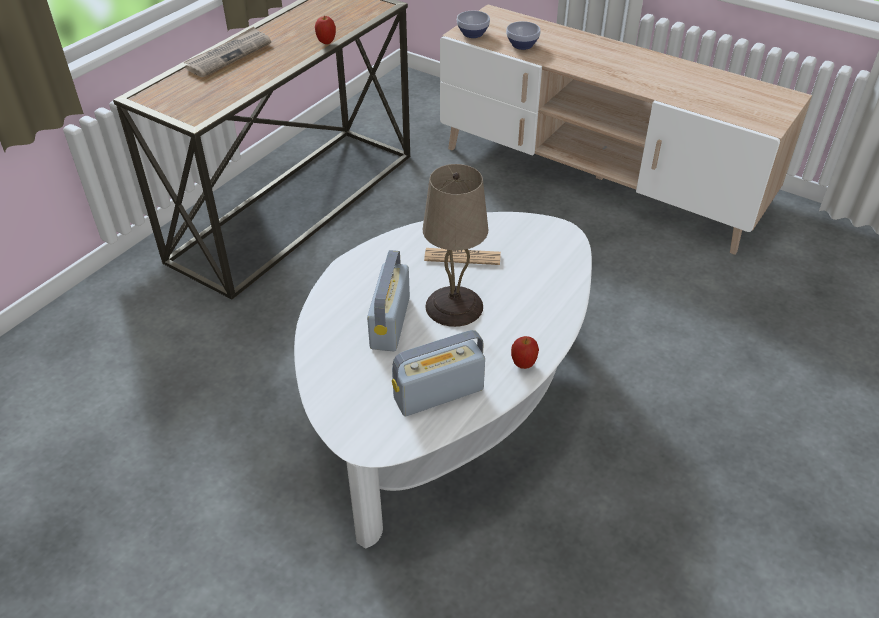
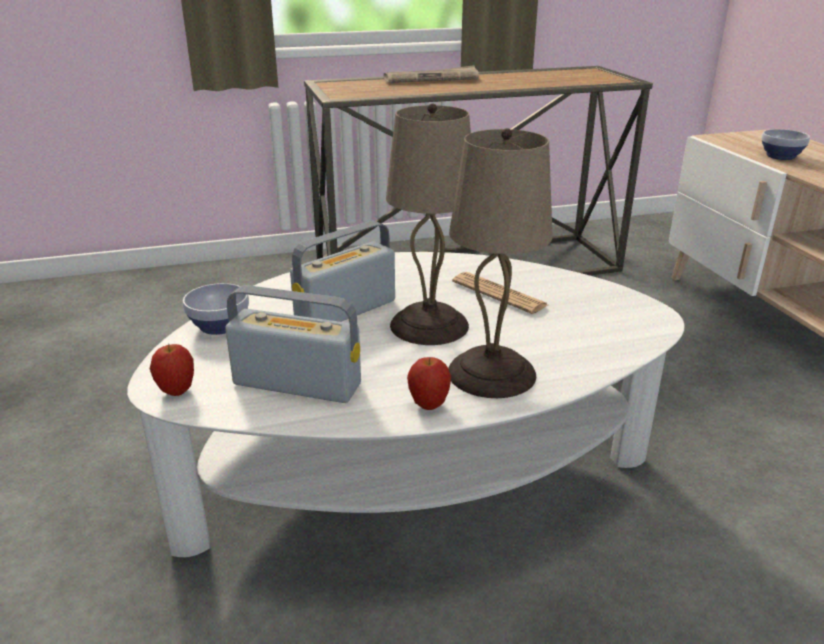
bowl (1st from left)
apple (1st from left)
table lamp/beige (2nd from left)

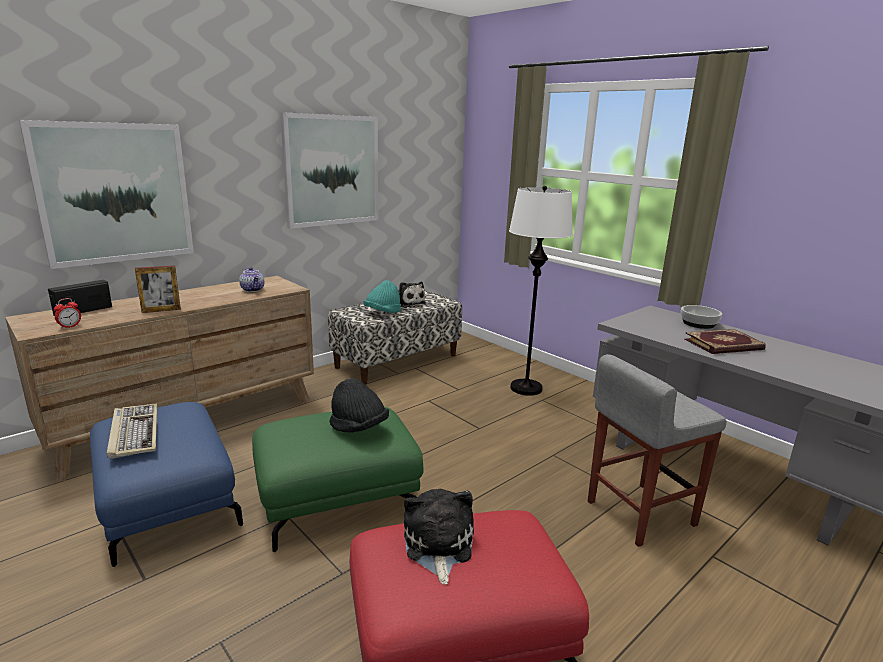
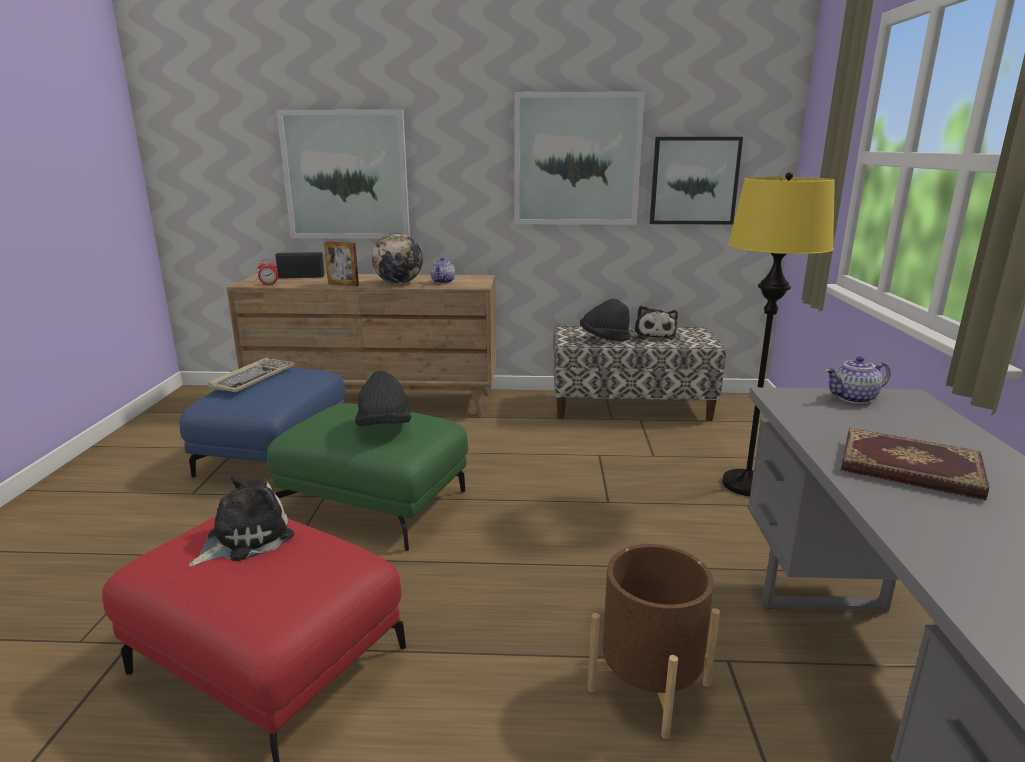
floor lamp/yellow
hat/black (2nd from left)
bowl
planter/brown
picture (3rd from left)
globe
teapot (2nd from left)

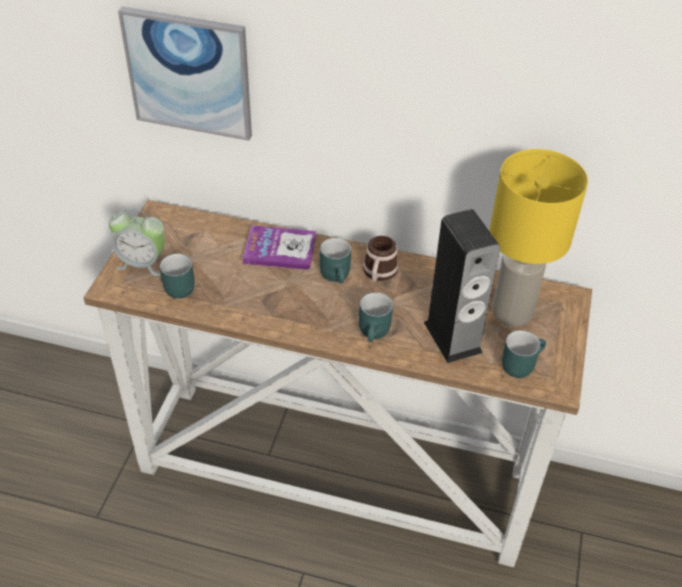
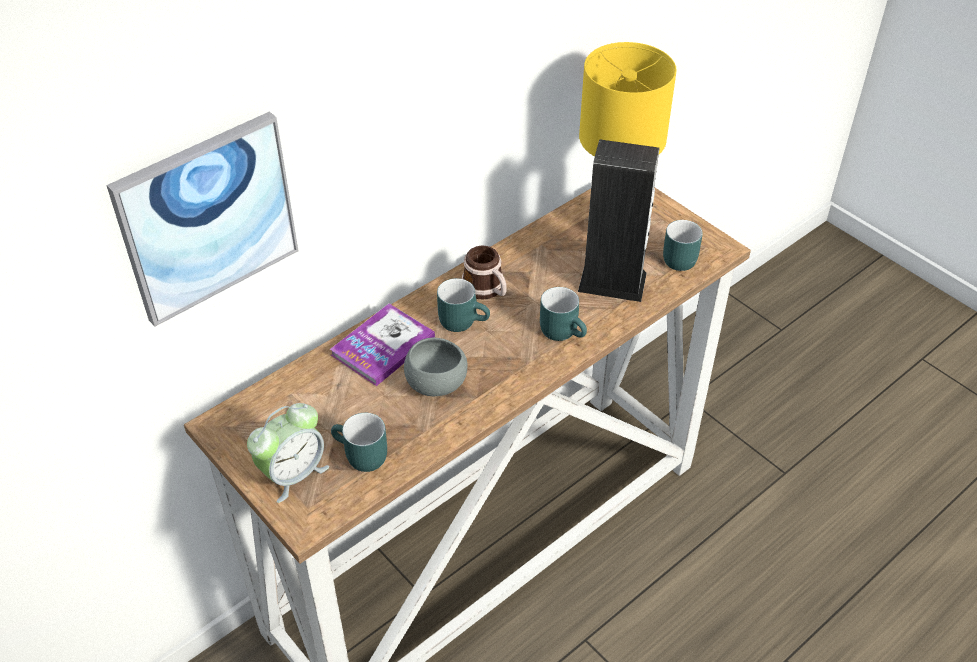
bowl/grey

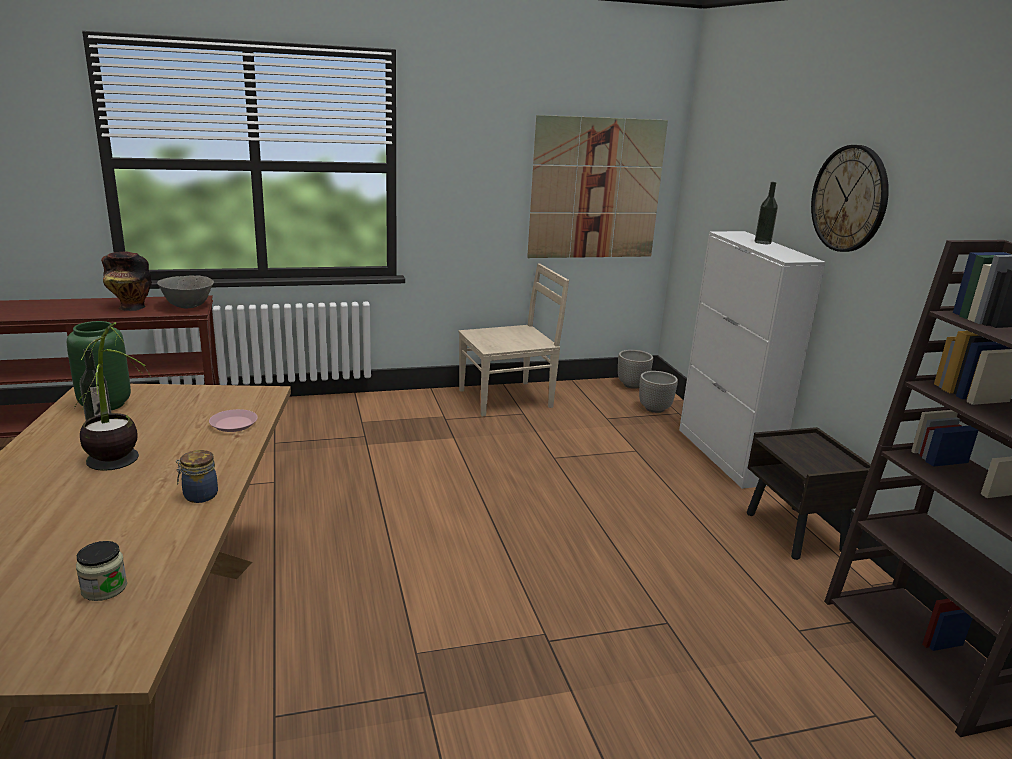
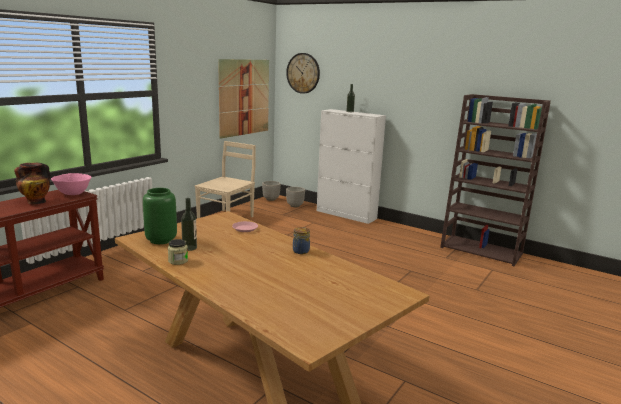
wall clock
bowl/pink
potted plant
nightstand/brown
jar (1st from left)

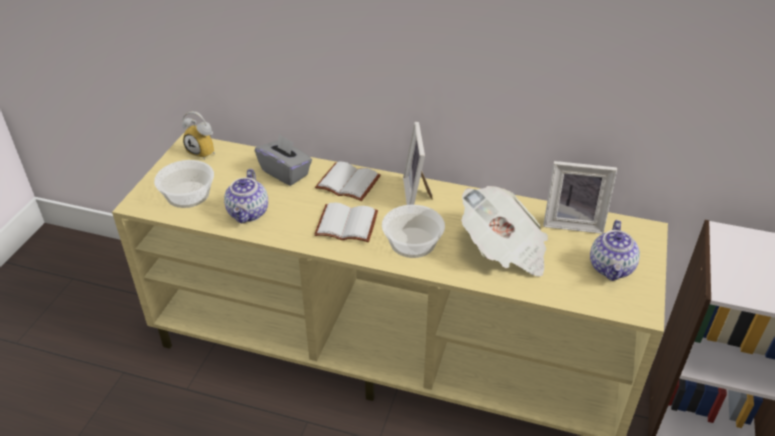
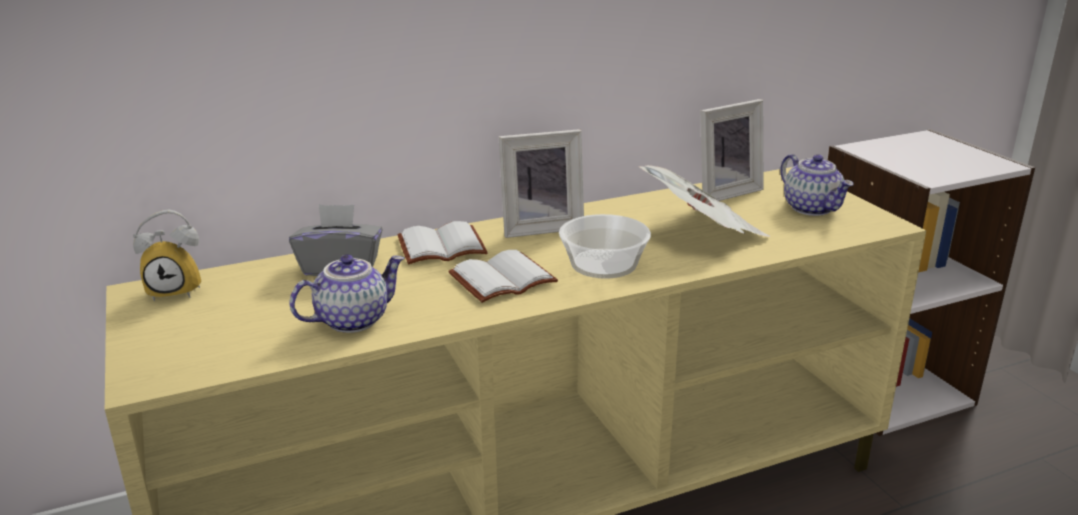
picture frame (1st from left)
bowl (1st from left in the first image)
teapot (1st from left)

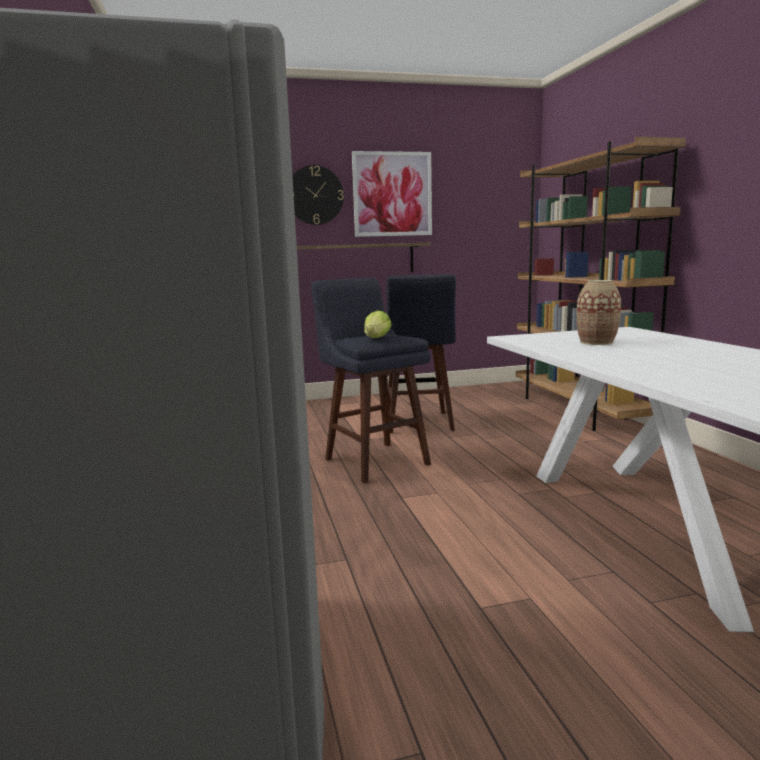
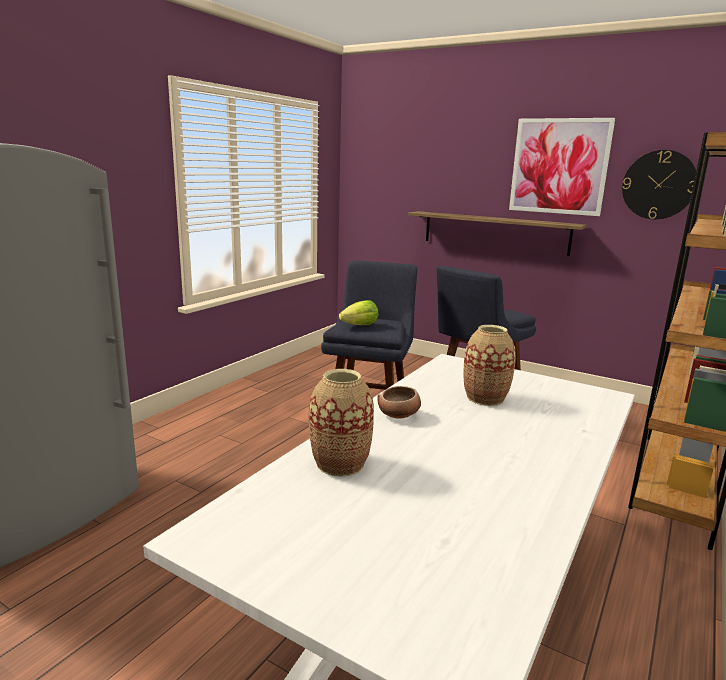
wall clock
vase (1st from left)
bowl

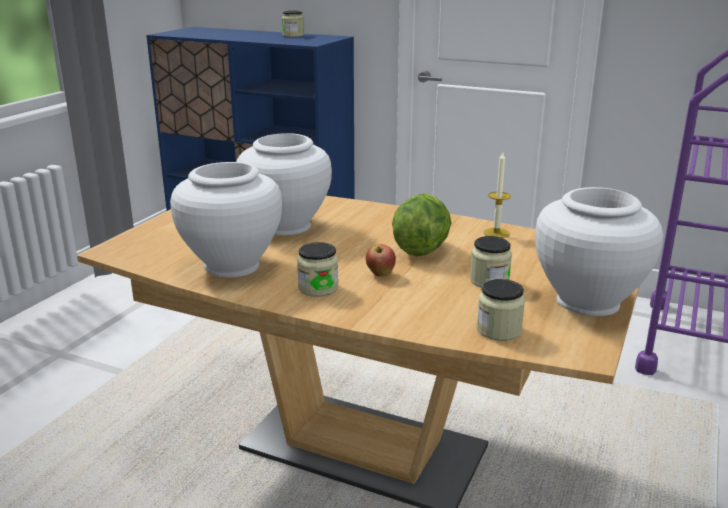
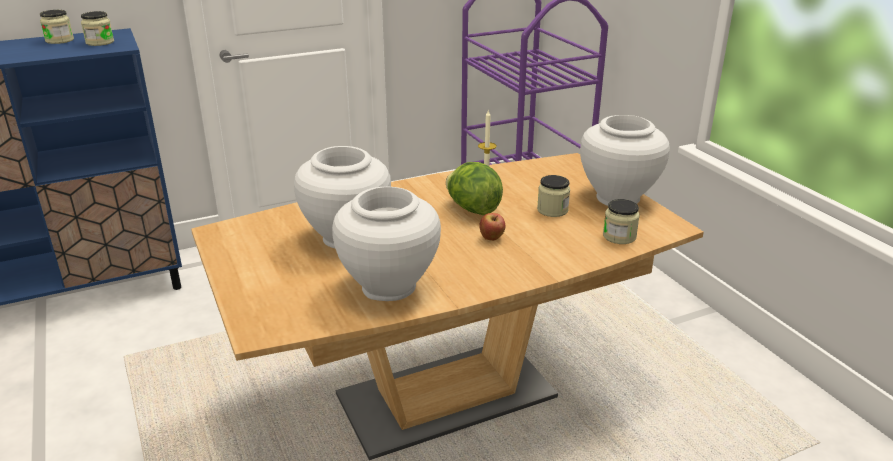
jar (2nd from left)

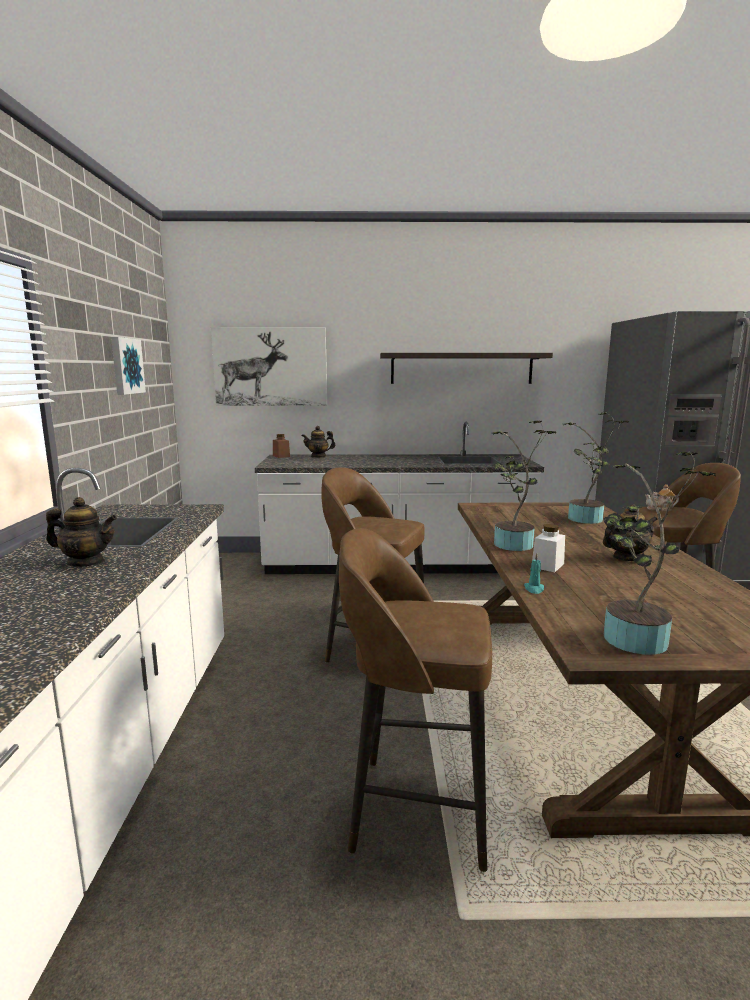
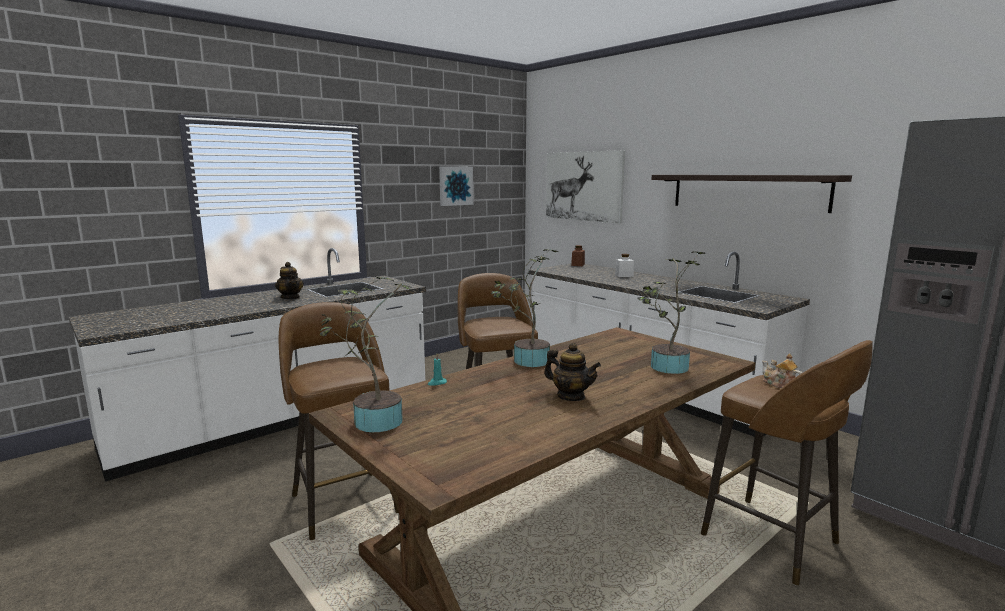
teapot (2nd from left in the first image)
jar/white

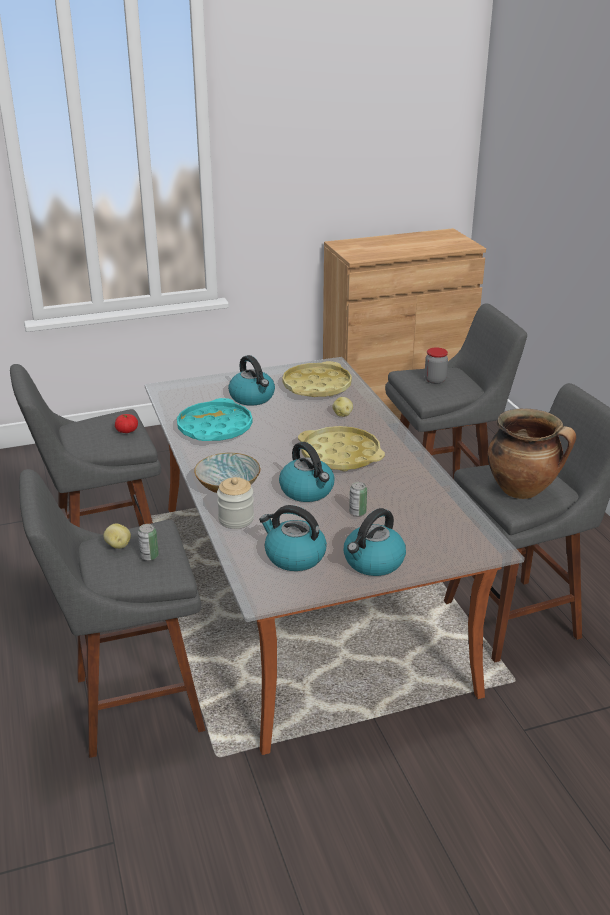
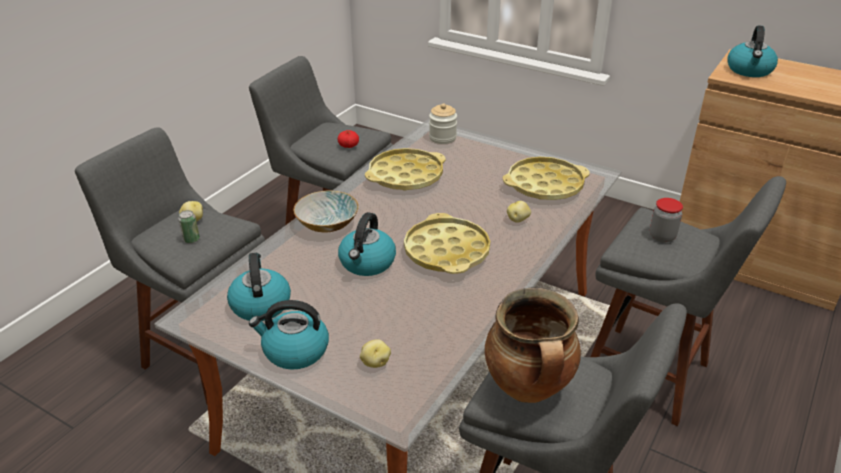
kettle (4th from left)
tray/yellow (1st from left)
jar (1st from left)
can (2nd from left in the first image)
potato (2nd from left)

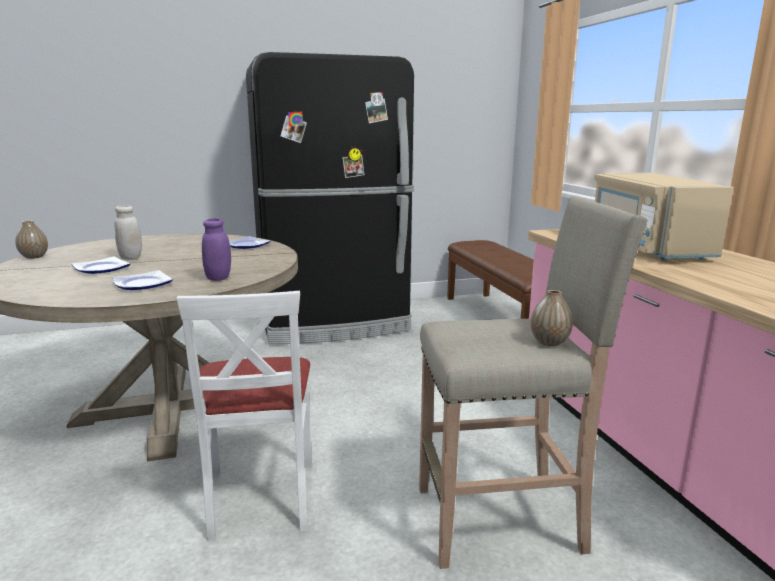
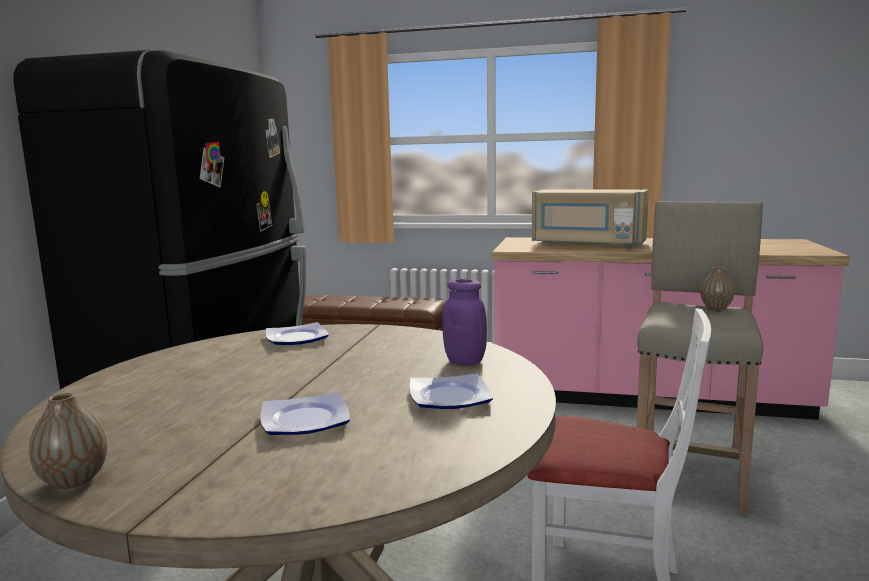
jar/white

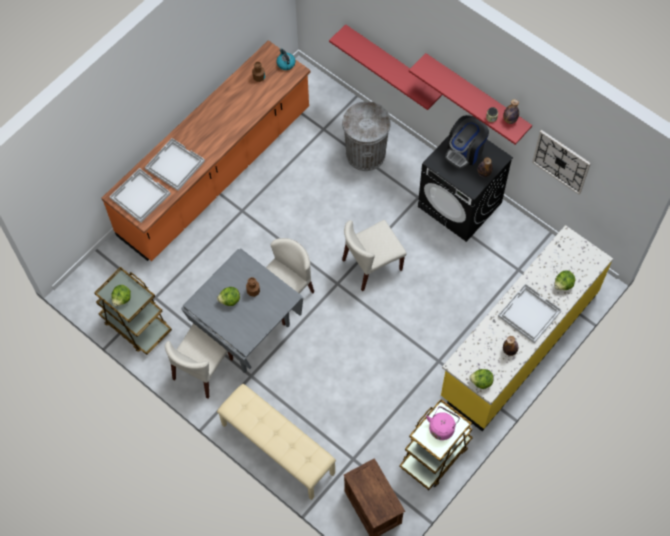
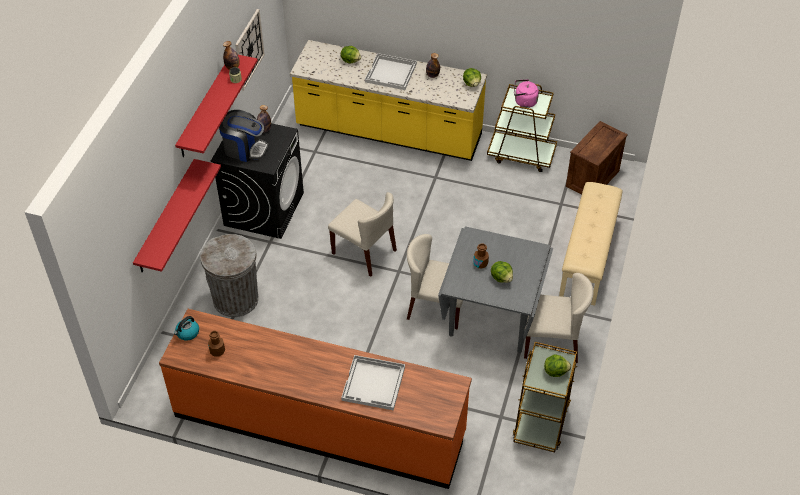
tray/white (1st from left in the first image)

